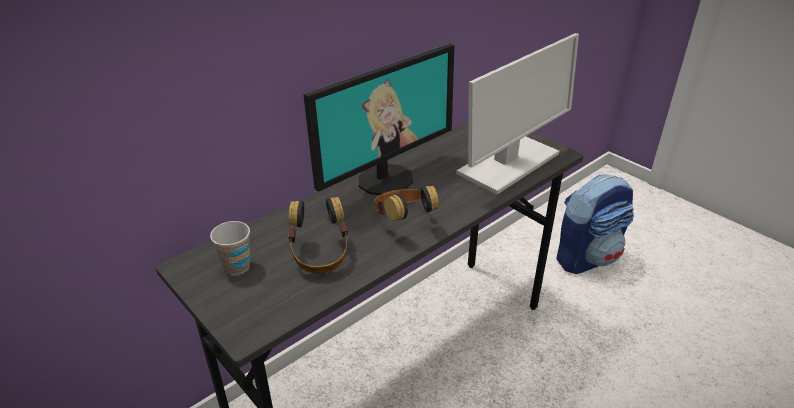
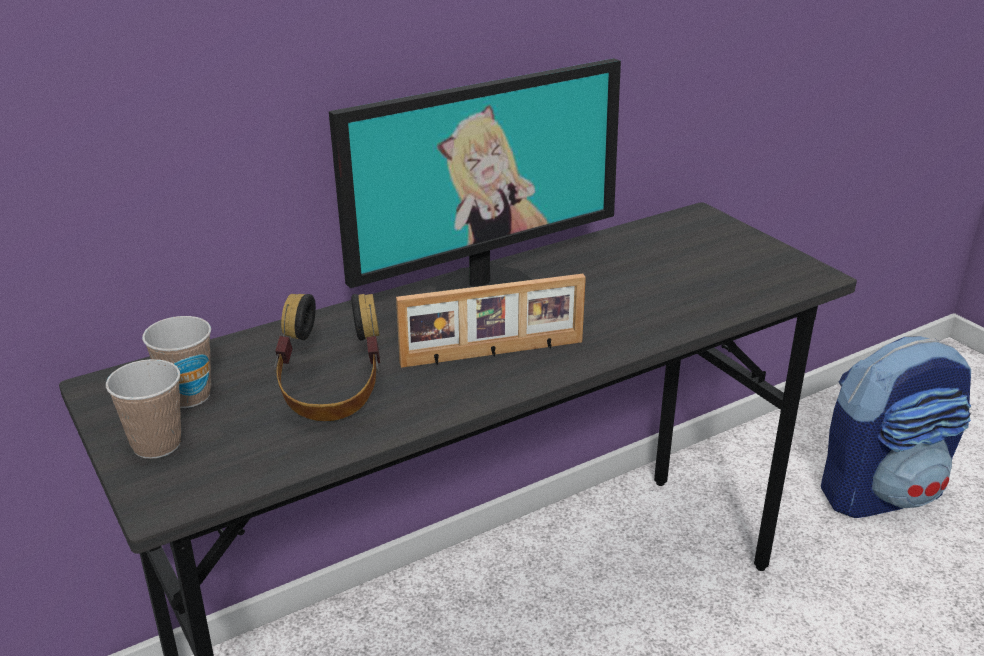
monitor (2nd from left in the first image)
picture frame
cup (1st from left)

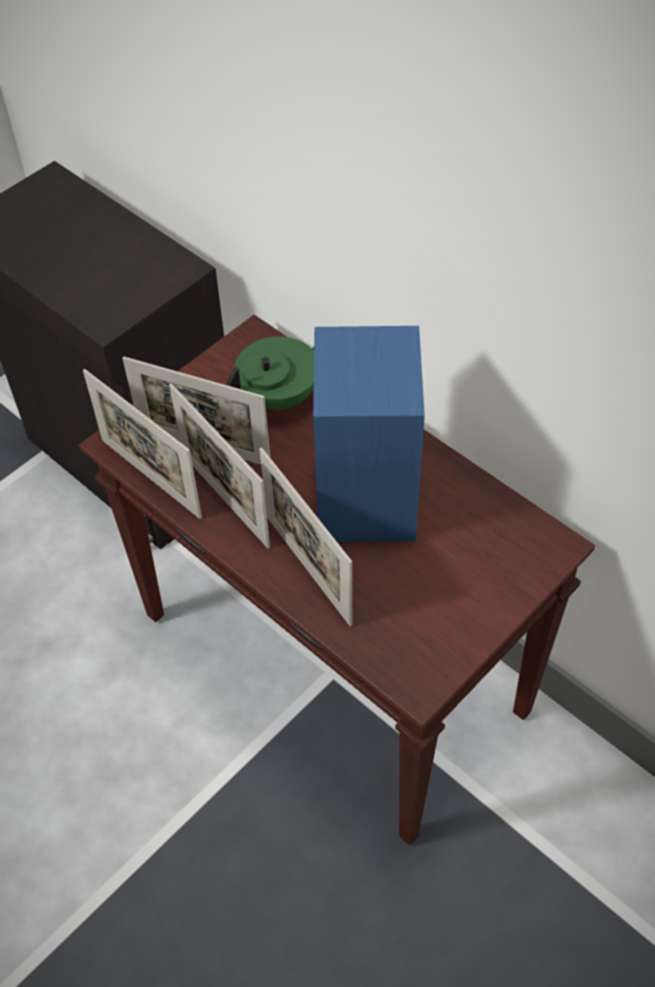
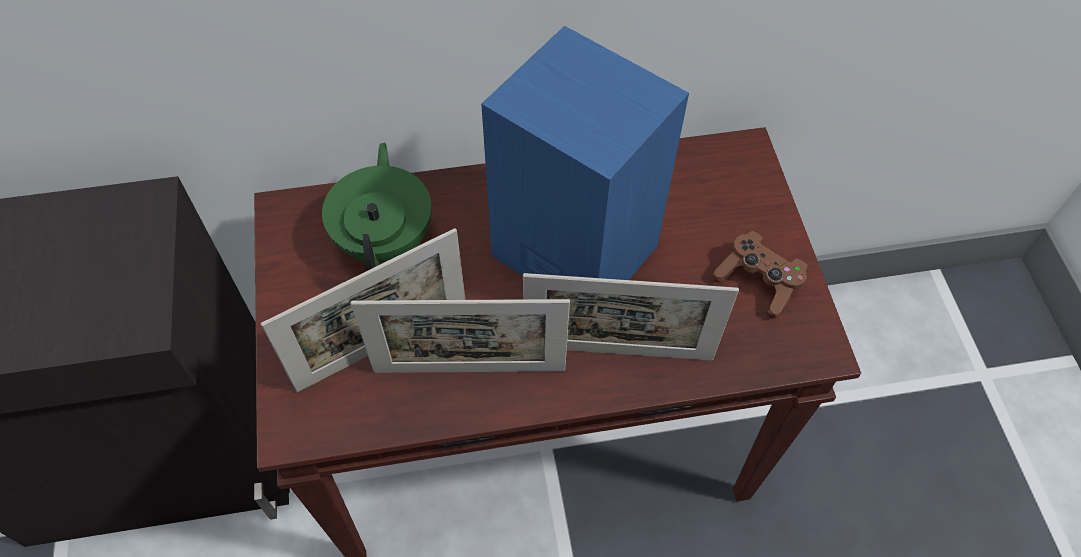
picture frame (1st from left in the first image)
game controller/brown

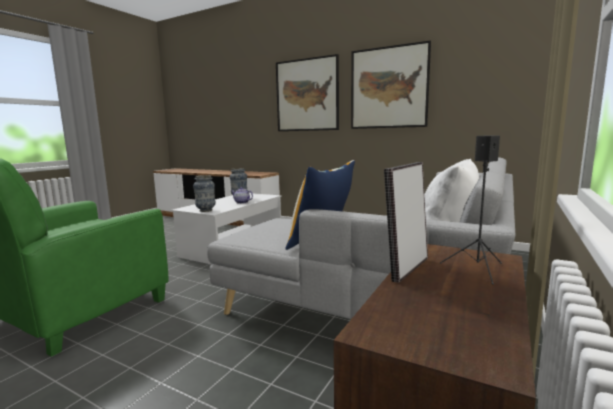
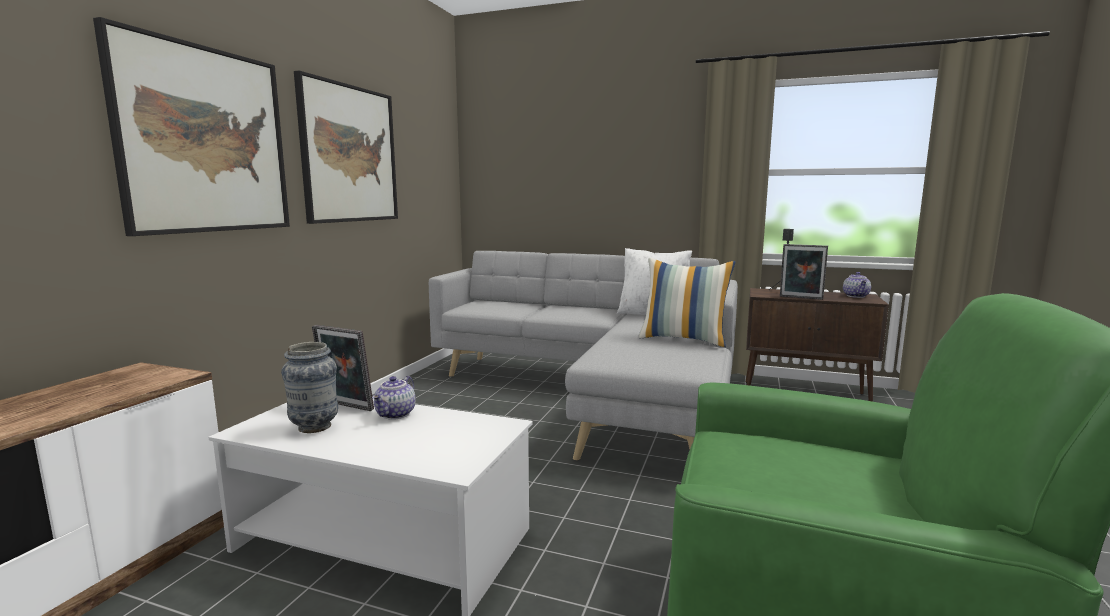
vase (1st from left in the first image)
teapot (2nd from left)
picture frame (1st from left)

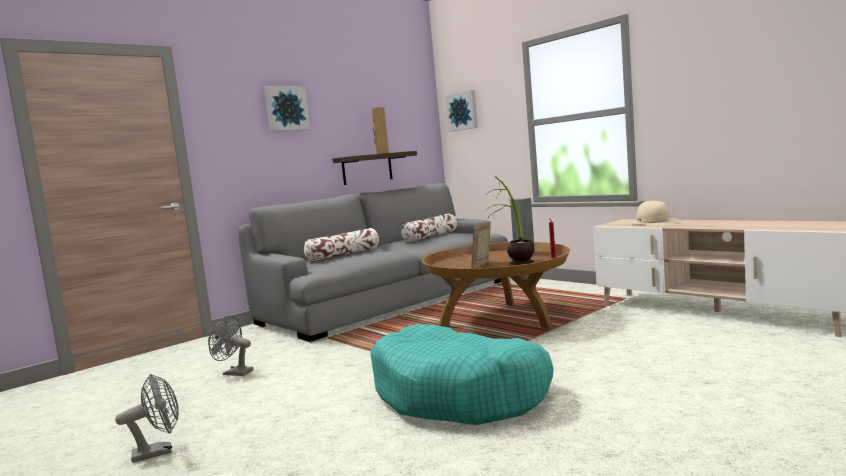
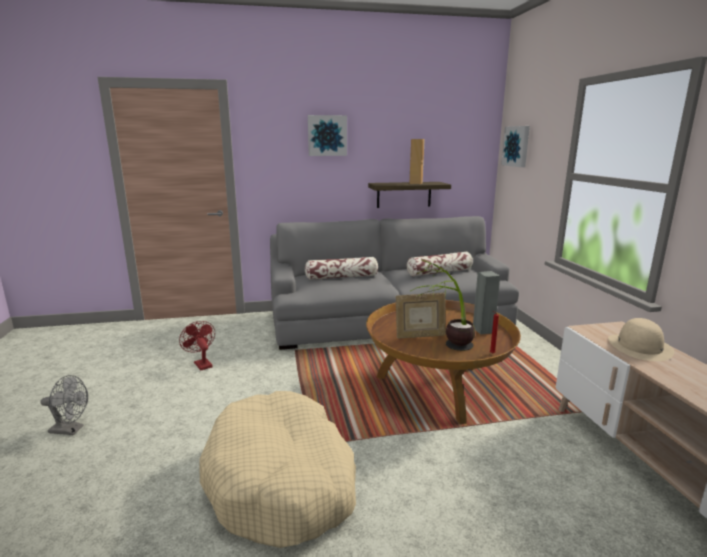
picture frame
fan/red
dog bed/beige

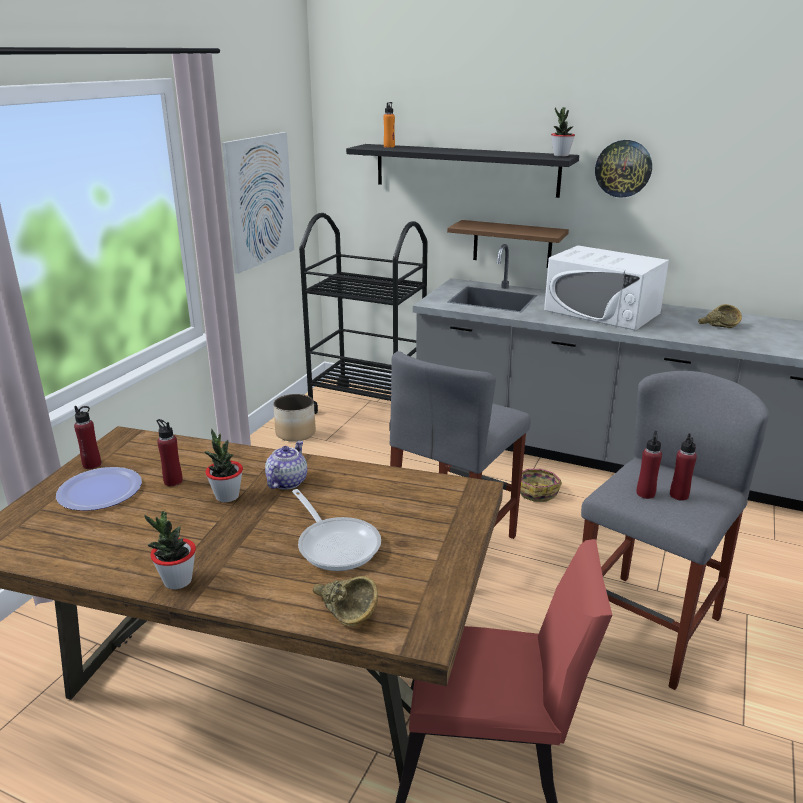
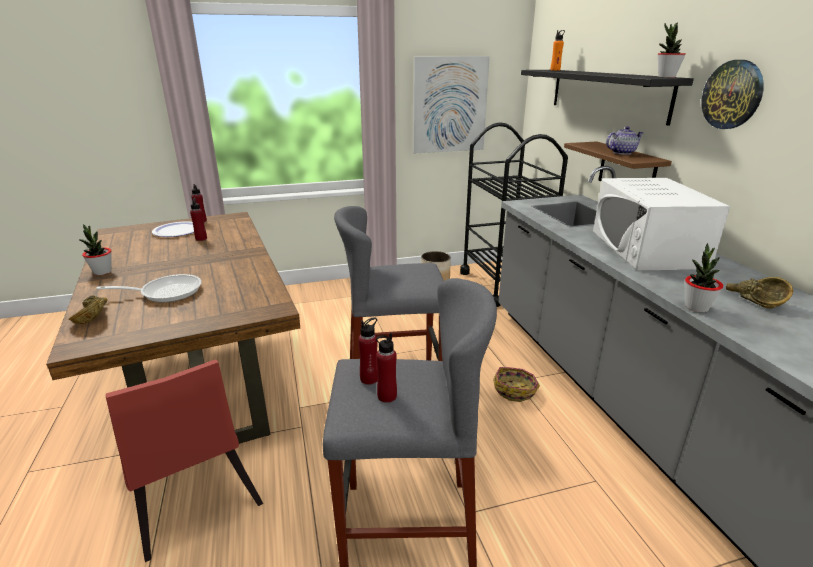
potted plant (3rd from left)
teapot
frying pan

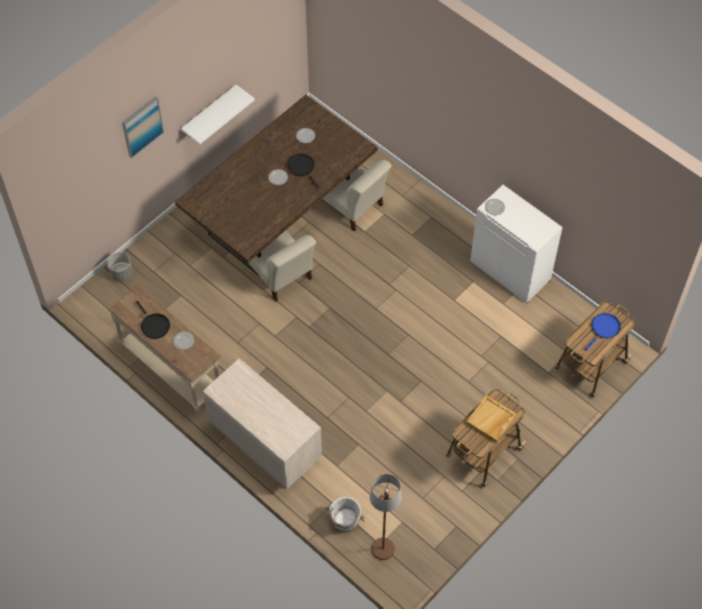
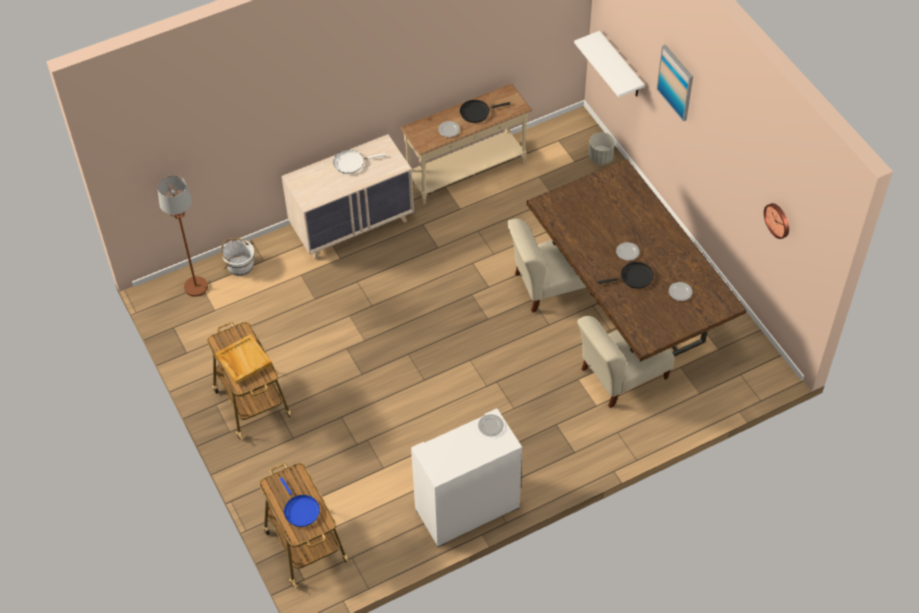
shelf/white
frying pan/white
wall clock

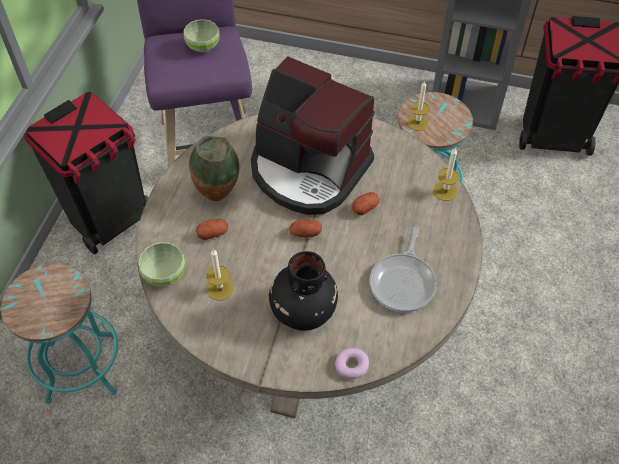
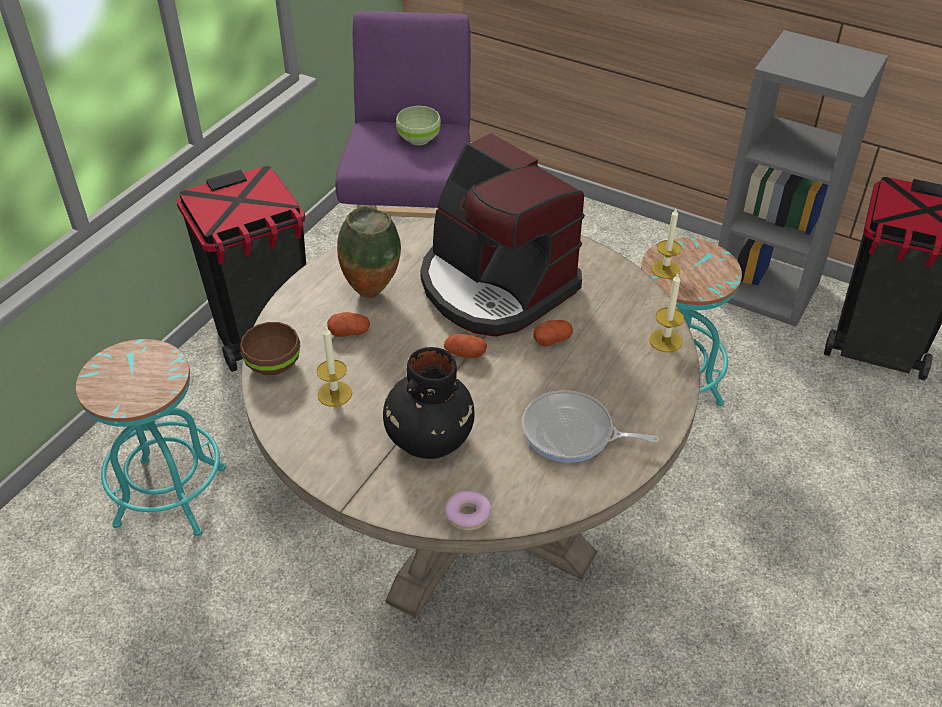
frying pan
bowl/brown

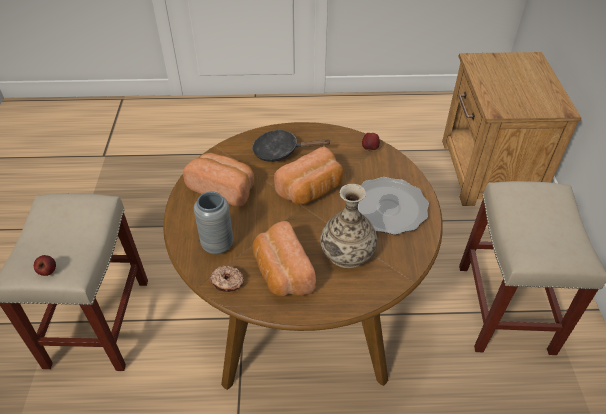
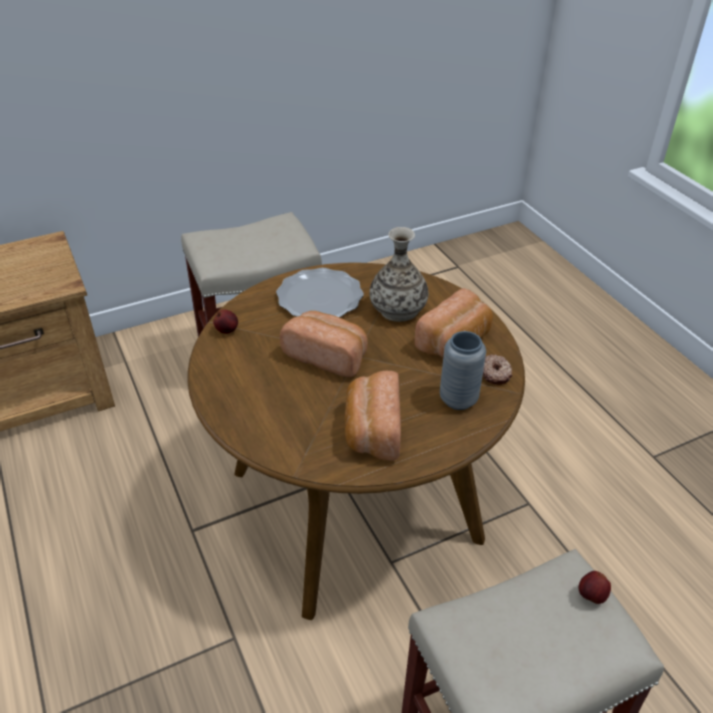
frying pan/black

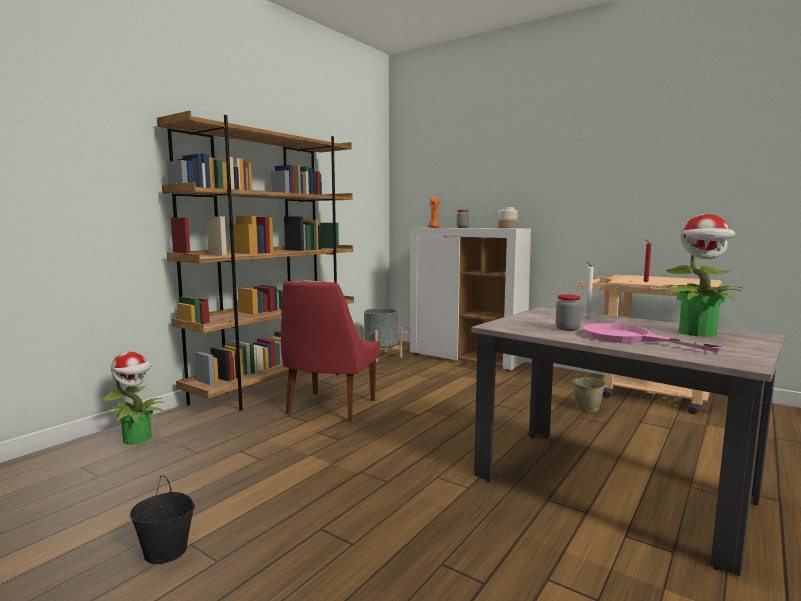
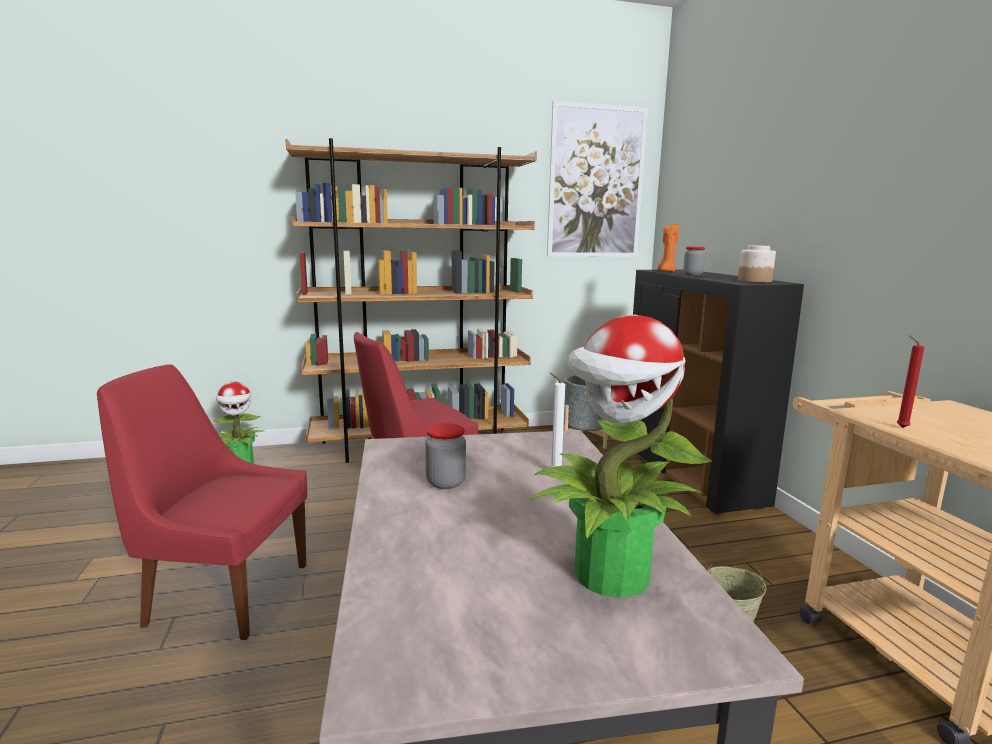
cabinet/black
frying pan/pink
bucket/black
picture
chair/red (1st from left)

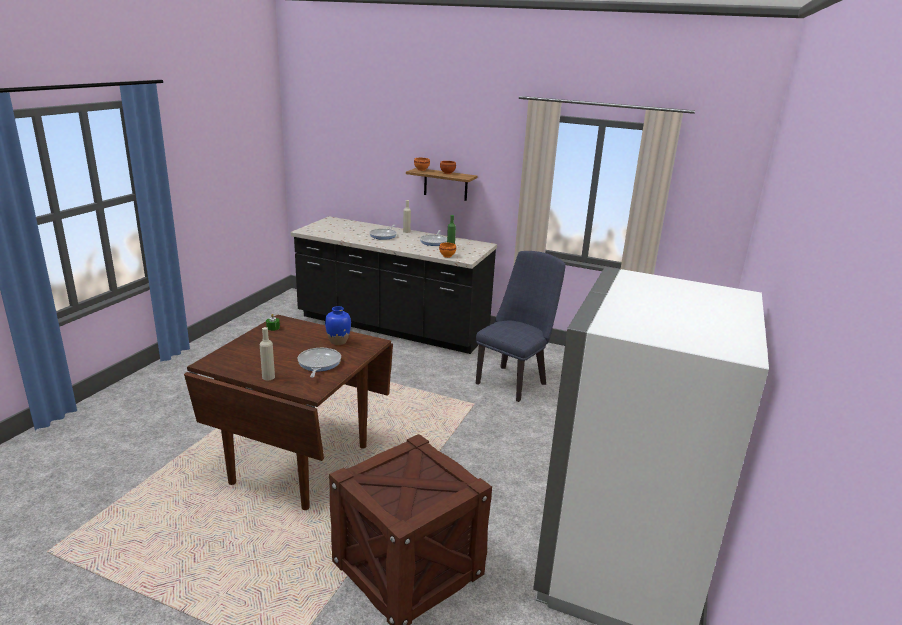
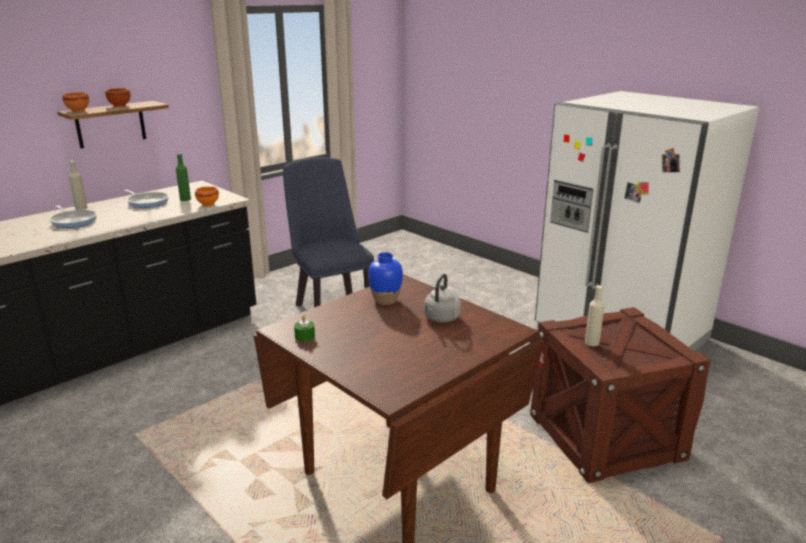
bottle/beige (2nd from left)
kettle/grey

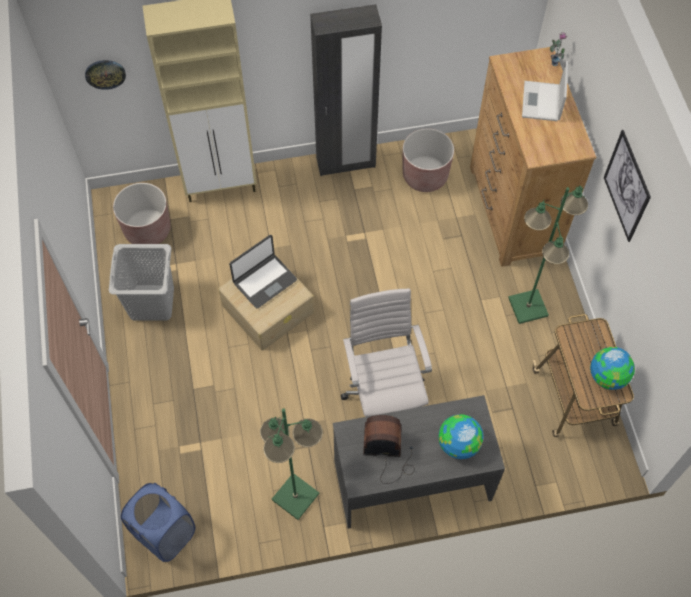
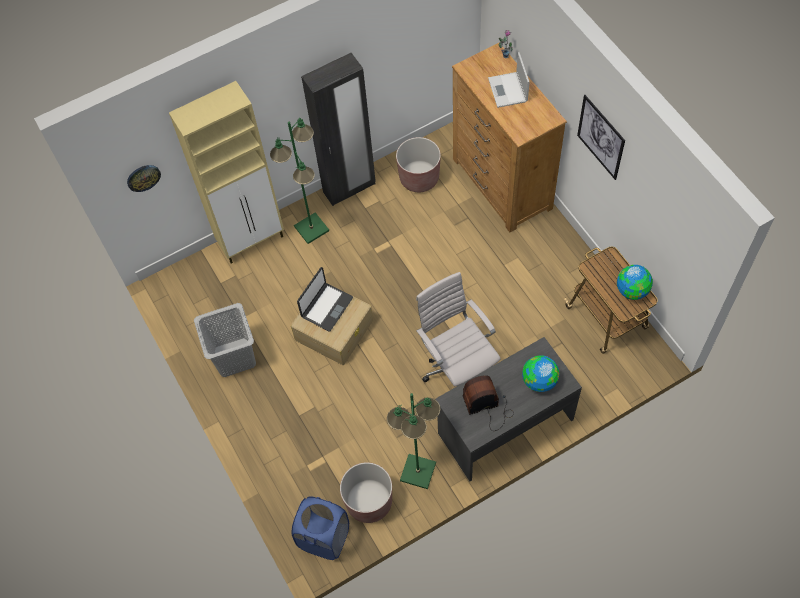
planter/brown (1st from left)
floor lamp/green (1st from left)

